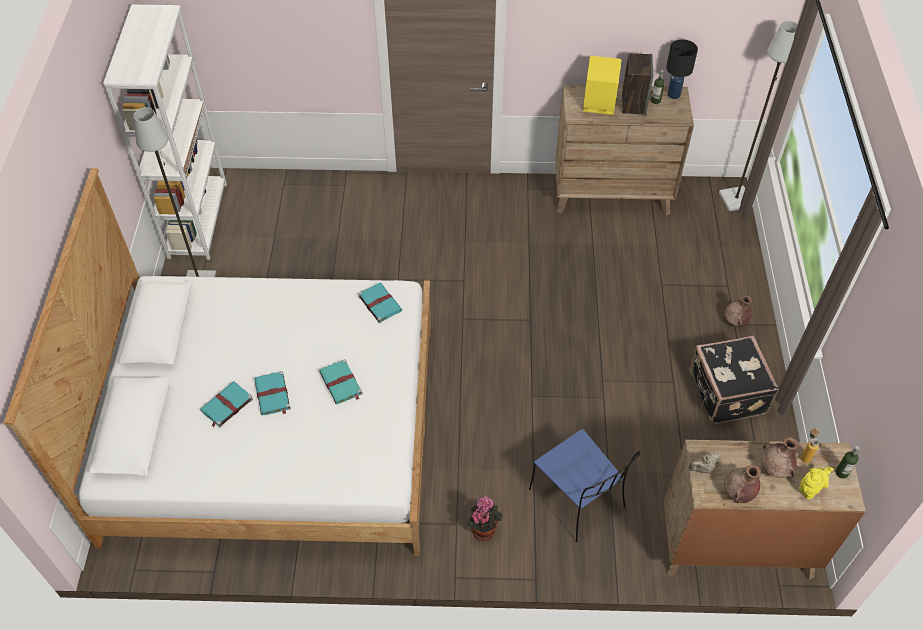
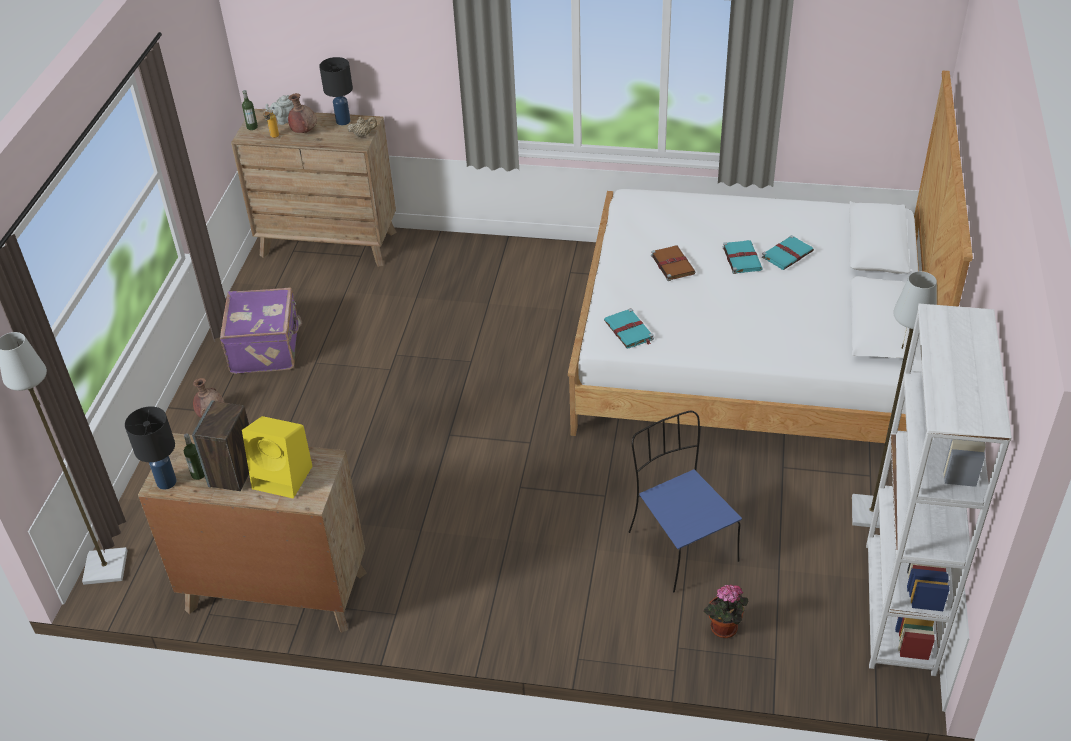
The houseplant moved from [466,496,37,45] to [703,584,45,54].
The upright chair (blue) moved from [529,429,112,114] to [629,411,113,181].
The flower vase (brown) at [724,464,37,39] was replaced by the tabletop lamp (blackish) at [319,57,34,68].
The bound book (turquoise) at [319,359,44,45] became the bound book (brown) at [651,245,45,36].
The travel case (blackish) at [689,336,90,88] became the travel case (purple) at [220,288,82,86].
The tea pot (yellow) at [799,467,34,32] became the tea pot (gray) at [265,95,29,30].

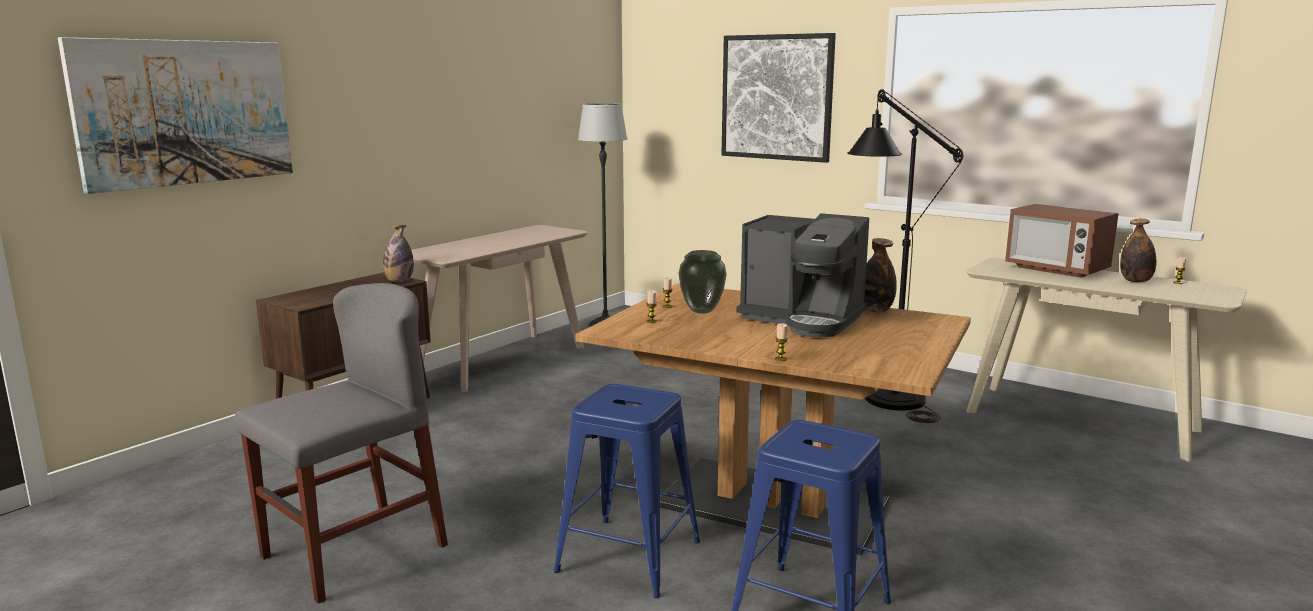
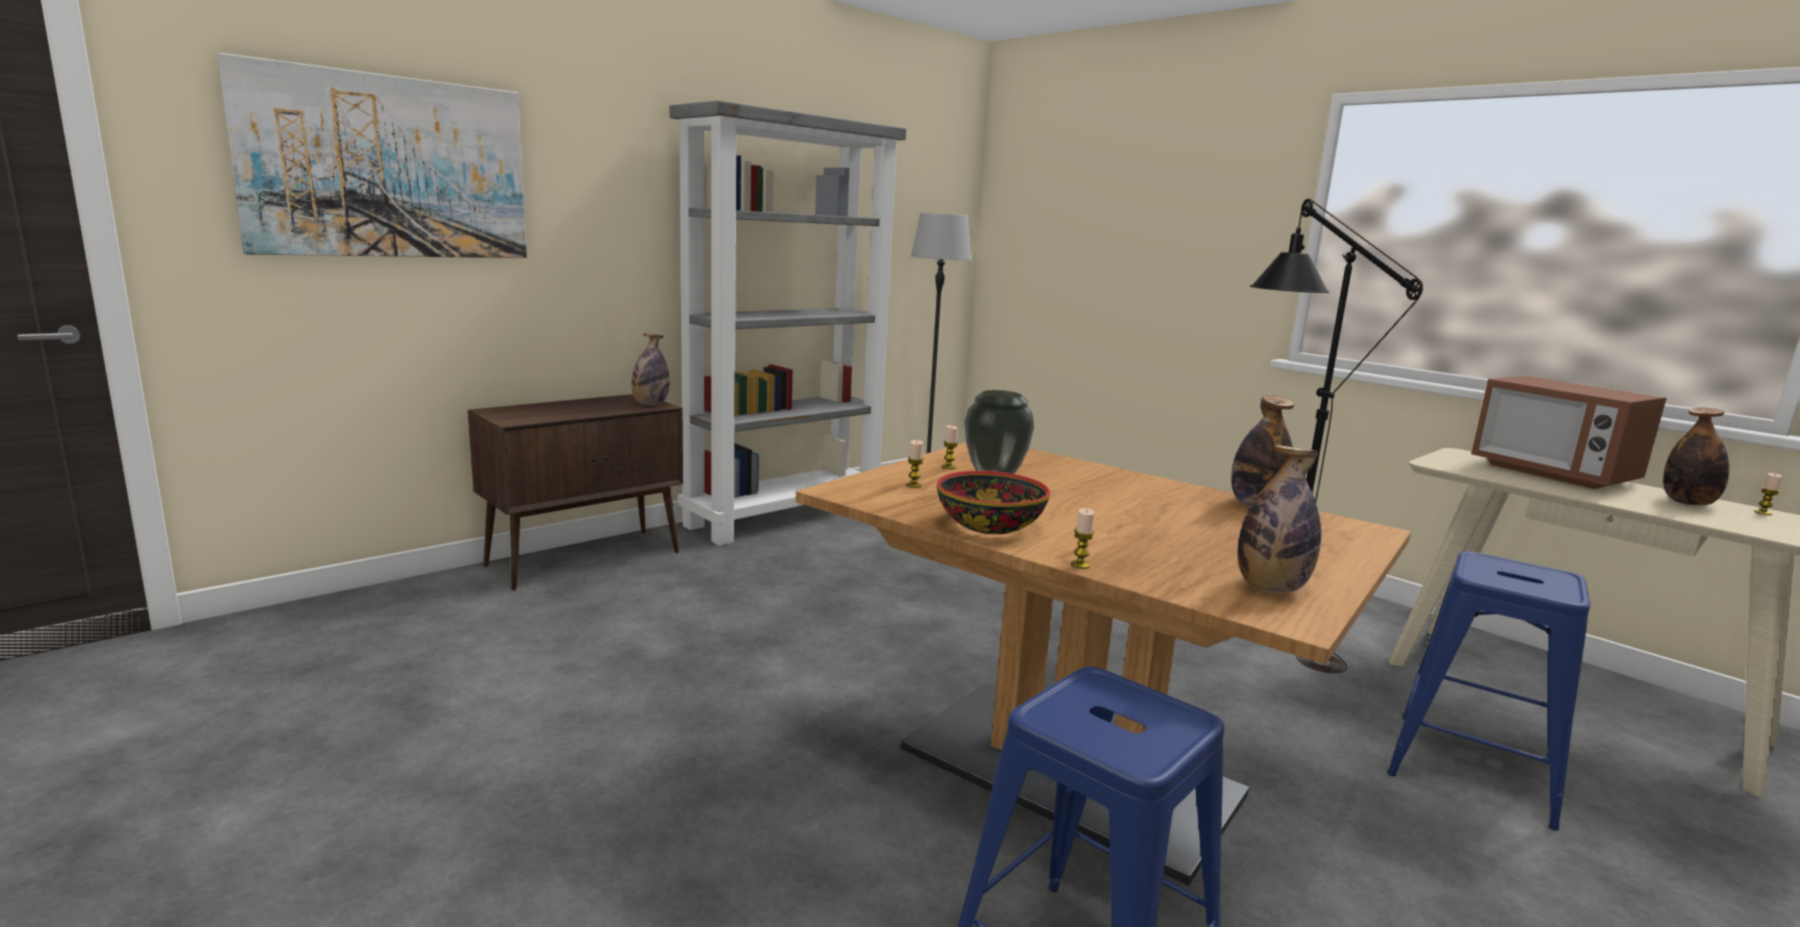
The upright chair (gray) at [234,283,214,321] disappeared.
The wall picture at [722,33,114,130] disappeared.
The coffee maker at [736,213,133,124] disappeared.
The serving bowl at [937,471,113,63] appeared.
The bottle at [1238,445,83,148] appeared.
The sitting stool (blue) moved from [554,384,146,214] to [1387,551,203,280].
The narrow table (sand-coloured) at [411,225,177,167] was replaced by the bookcase (gray) at [669,100,237,446].

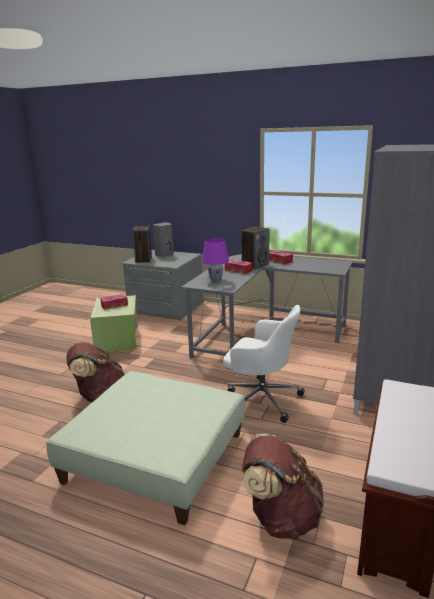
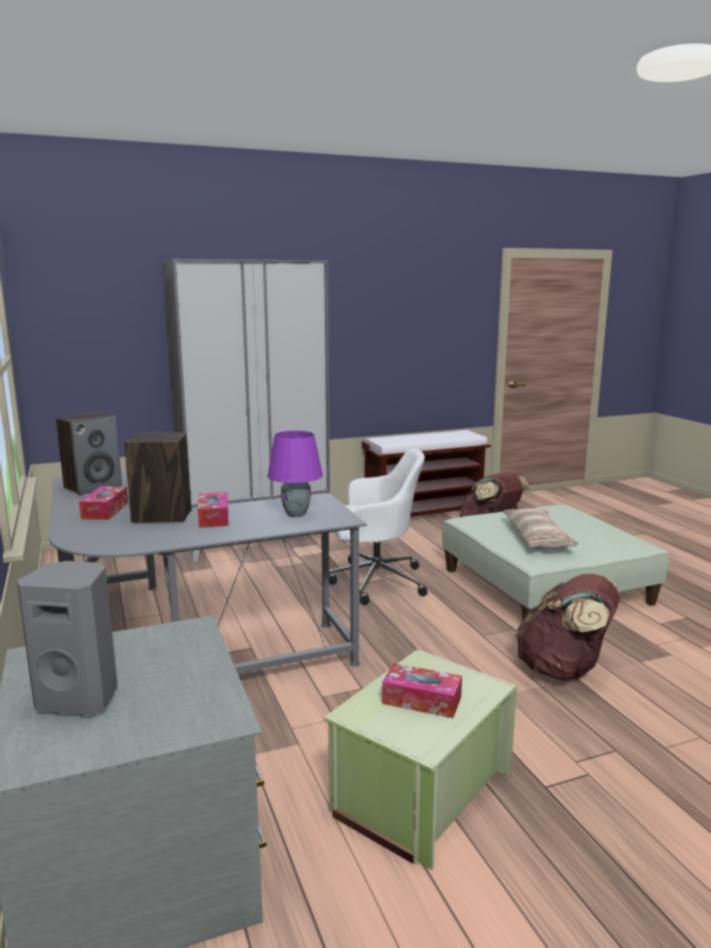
The pillow at [503,508,75,42] appeared.
The speaker moved from [132,226,20,37] to [56,412,66,83].
The desk chair (white-coloured) at [223,305,82,118] turned 105 degrees clockwise.

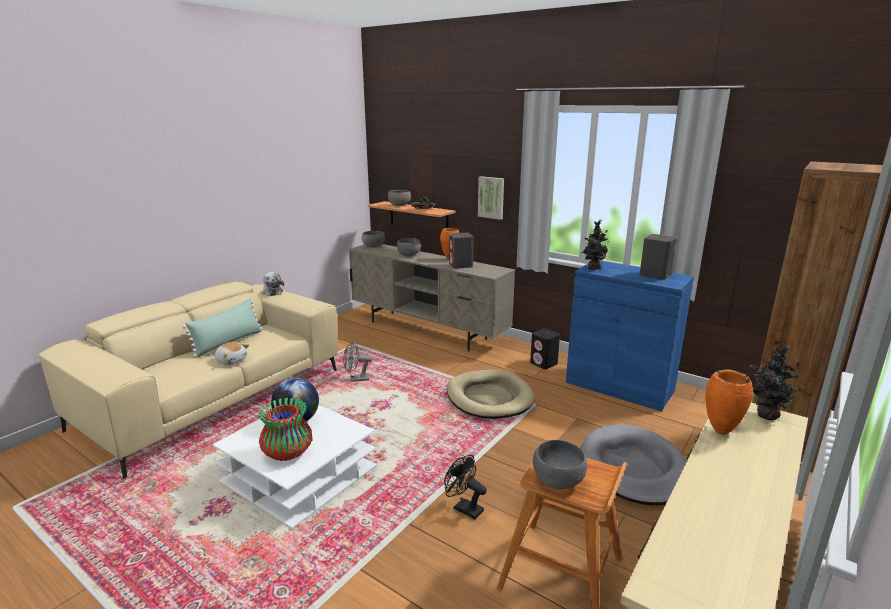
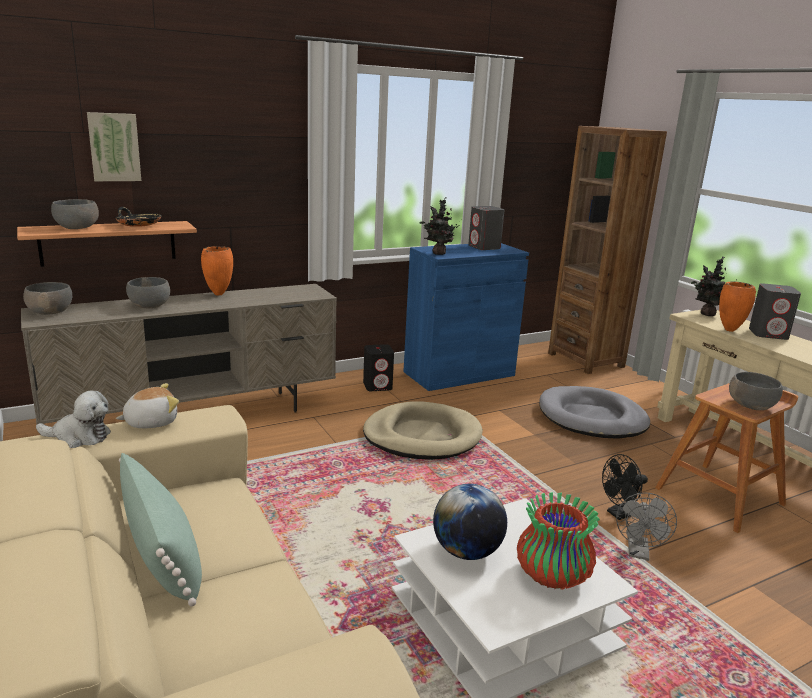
The plush toy moved from [215,342,34,23] to [116,383,63,45].
The electric fan (gray) moved from [343,342,30,40] to [616,493,61,68].
The speaker (gray) moved from [449,233,25,36] to [749,283,52,57].
The wall picture moved from [478,176,26,44] to [87,112,54,69].

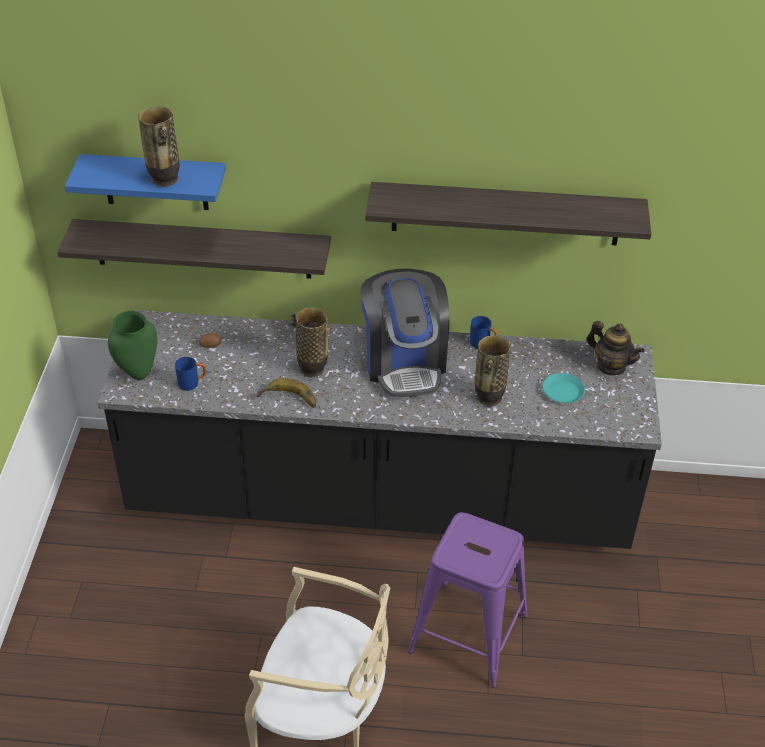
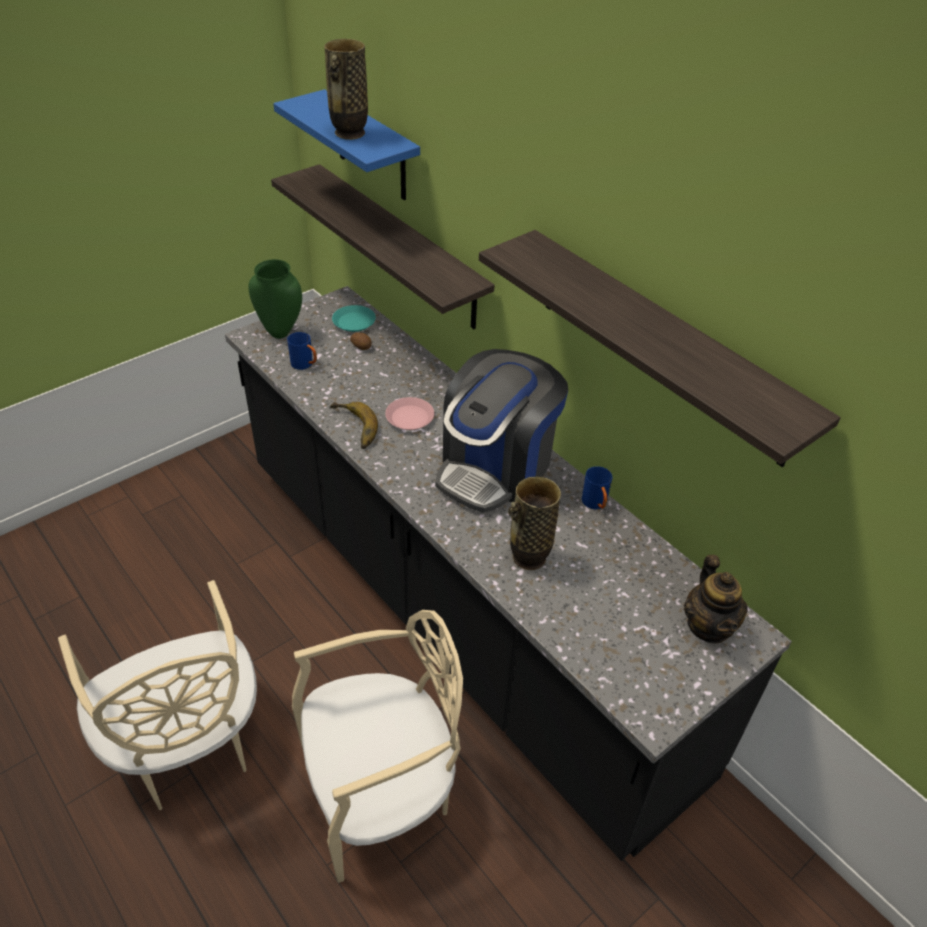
The flat dish (turquoise) moved from [543,373,42,30] to [332,305,44,27].
The flower vase at [291,307,40,70] was replaced by the flat dish (pink) at [385,397,49,33].
The sitting stool (purple) at [408,512,120,176] was replaced by the upright chair (sand-coloured) at [292,610,171,273].

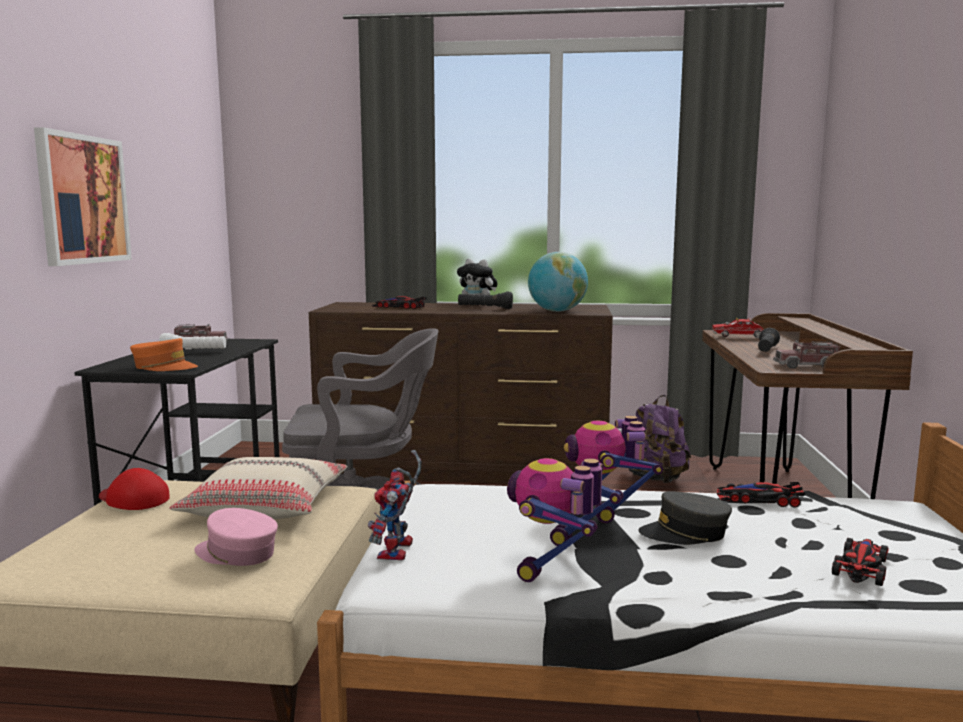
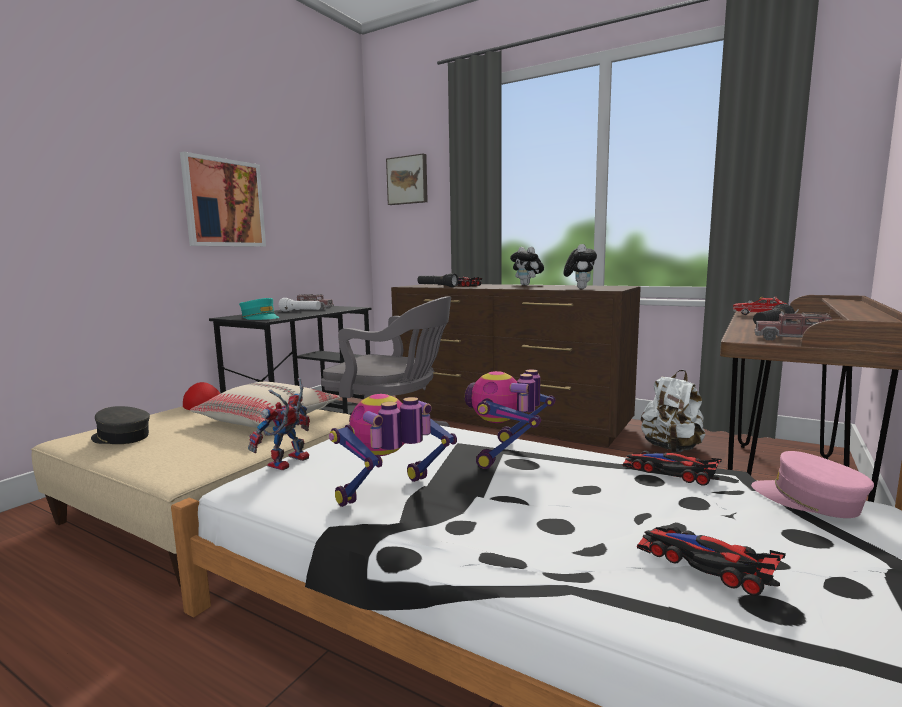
The wall picture at [386,154,42,51] appeared.
The peaked cap (pink) moved from [194,508,84,58] to [751,451,123,67].
The torch (blackish) moved from [458,292,55,17] to [417,273,41,14].
The peaked cap (gray) moved from [639,491,93,54] to [91,406,59,38].
The world globe at [528,252,60,60] was replaced by the plush toy at [564,244,33,45].
The peaked cap (orange-coloured) at [130,338,68,33] became the peaked cap (turquoise) at [239,298,41,22].
The rucksack (purple) at [629,395,62,88] became the rucksack (white-coloured) at [641,370,64,82].
The toy car at [832,538,57,48] turned 105 degrees counterclockwise.

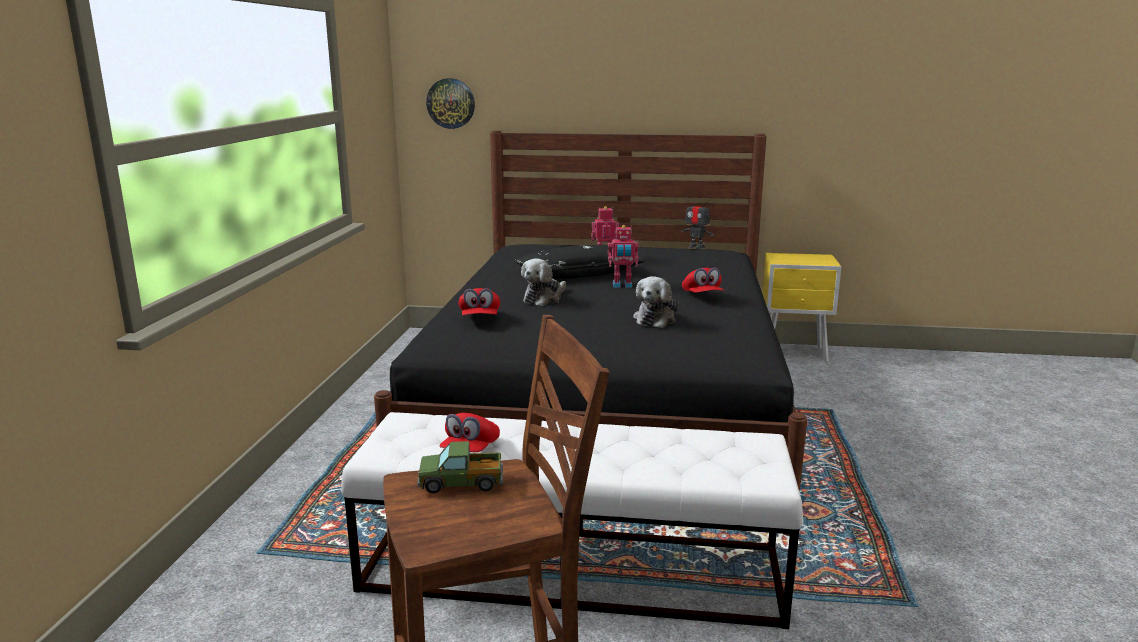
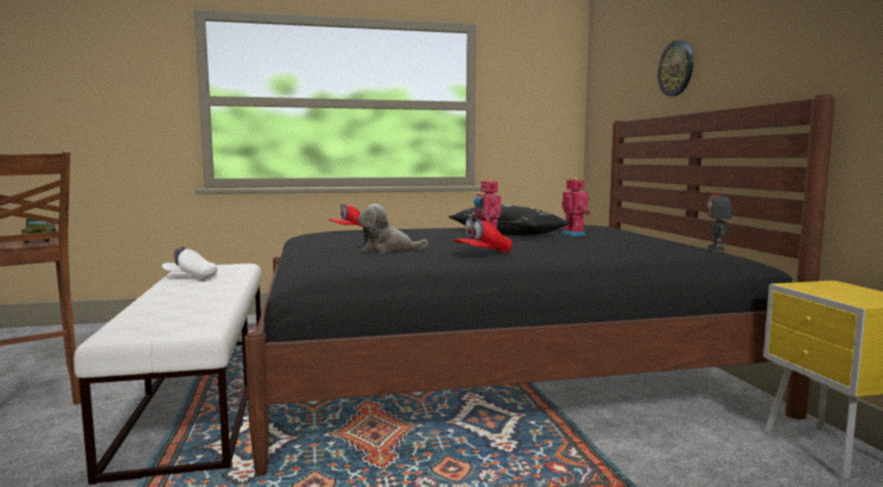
The plush toy at [521,258,45,48] disappeared.
The hanging clock moved from [426,78,49,51] to [658,41,35,55].
The peaked cap (reddish) at [439,413,61,39] became the peaked cap (white-coloured) at [162,247,55,31].

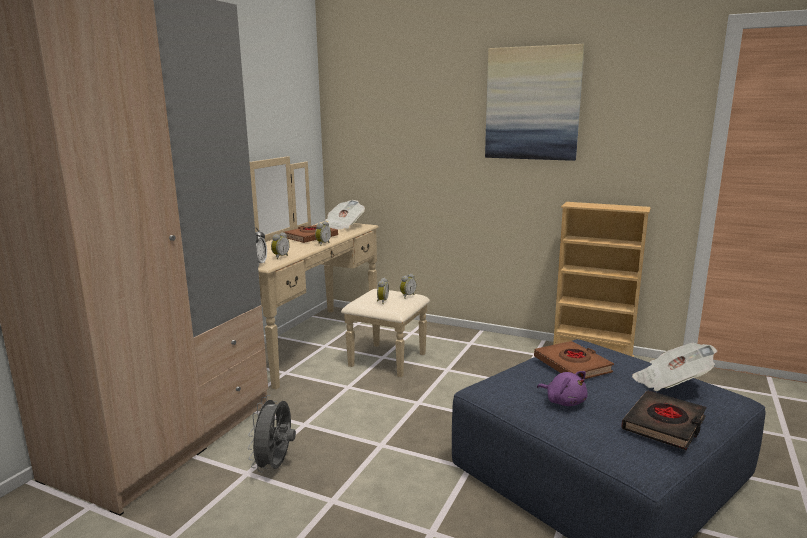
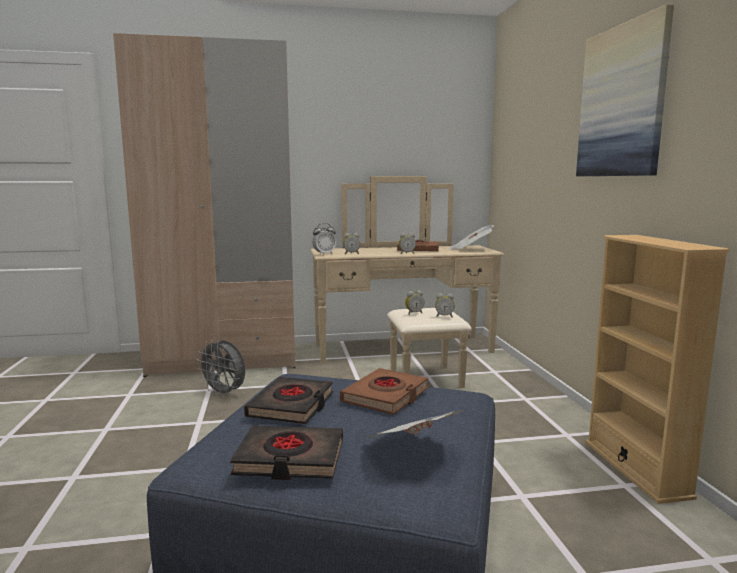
The plush toy (purple) at [537,371,51,35] was replaced by the bound book (blackish) at [244,377,89,47].
The electric fan (gray) at [247,395,49,77] turned 120 degrees counterclockwise.

